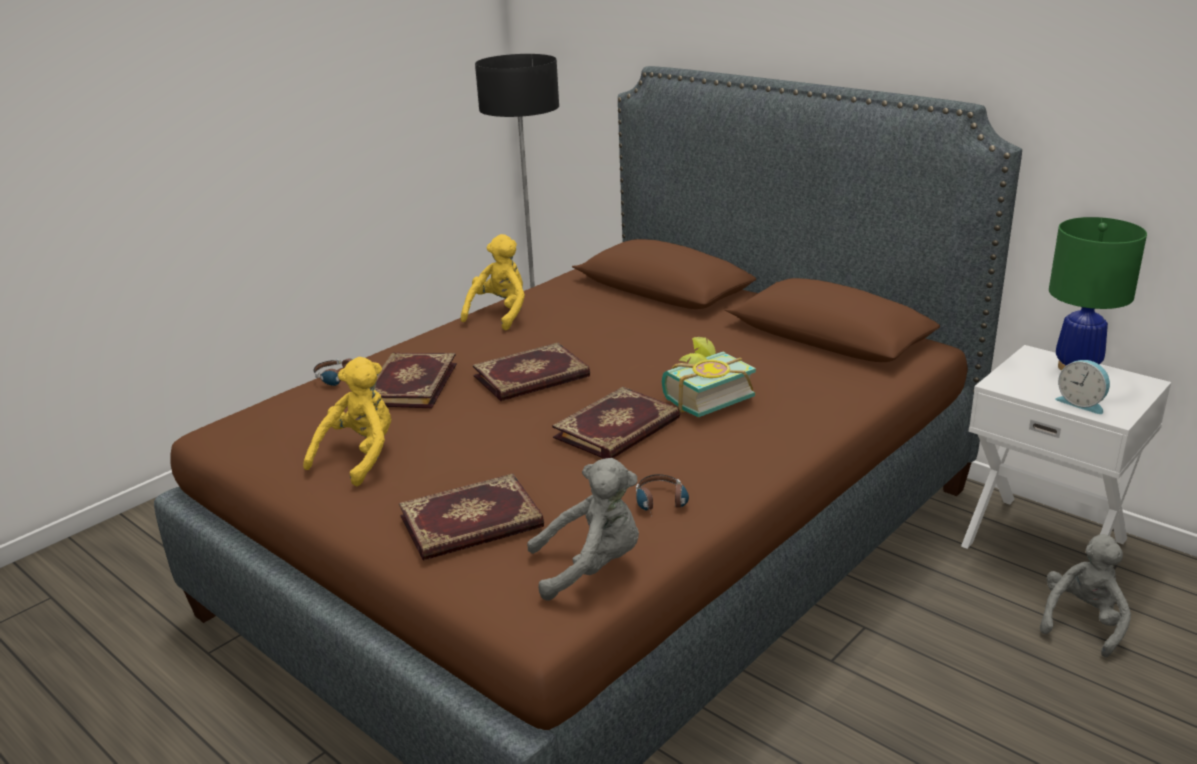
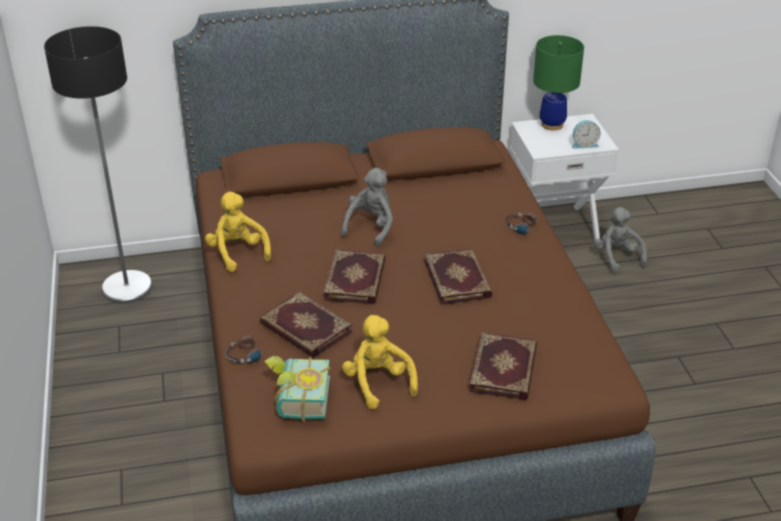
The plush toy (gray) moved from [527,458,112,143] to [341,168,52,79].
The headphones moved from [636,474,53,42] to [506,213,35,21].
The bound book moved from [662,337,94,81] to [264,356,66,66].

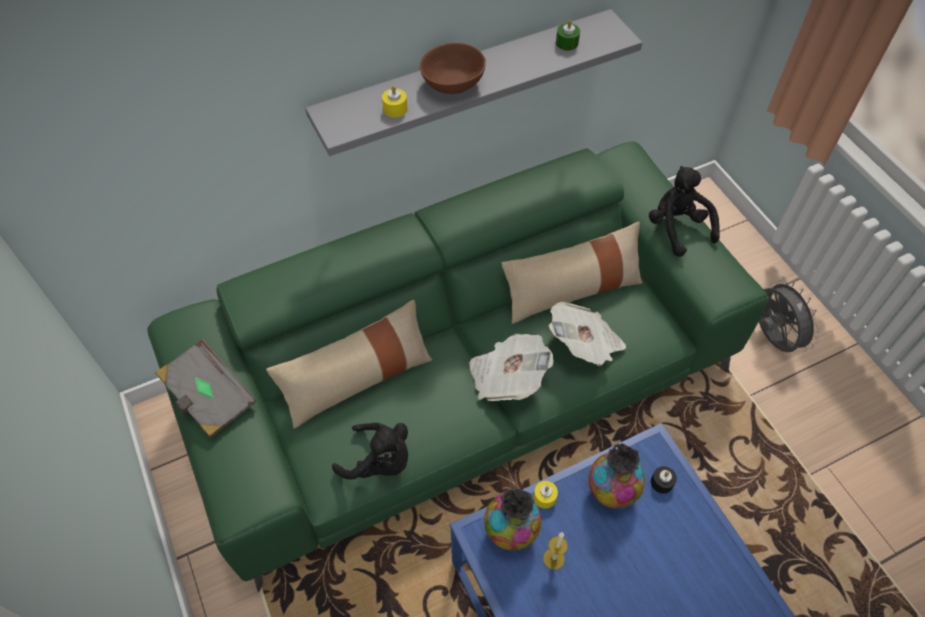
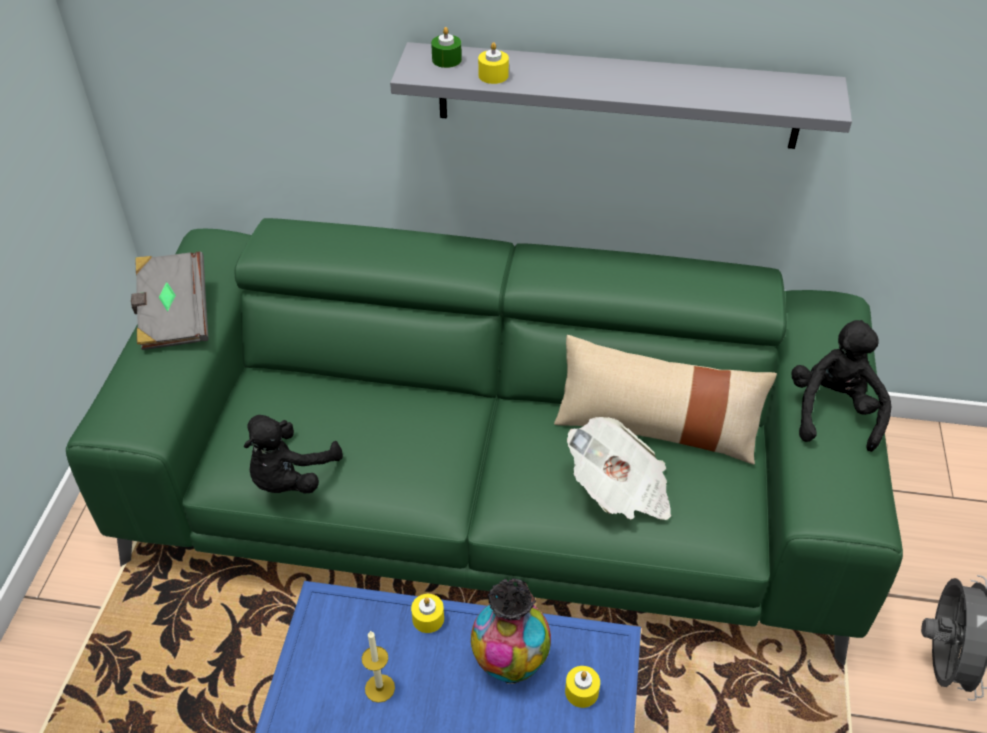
The pillow (sand-coloured) at [266,300,166,129] disappeared.
The serving bowl (brown) at [420,43,66,51] disappeared.
The printed paper at [469,334,85,67] disappeared.
The flower vase at [484,487,57,64] disappeared.
The wax candle (greenish) moved from [556,20,24,31] to [431,27,31,41].
The wax candle (blackish) at [651,466,26,28] became the wax candle (yellow) at [565,666,35,42].
The plush toy (blackish) at [332,423,76,56] turned 60 degrees clockwise.

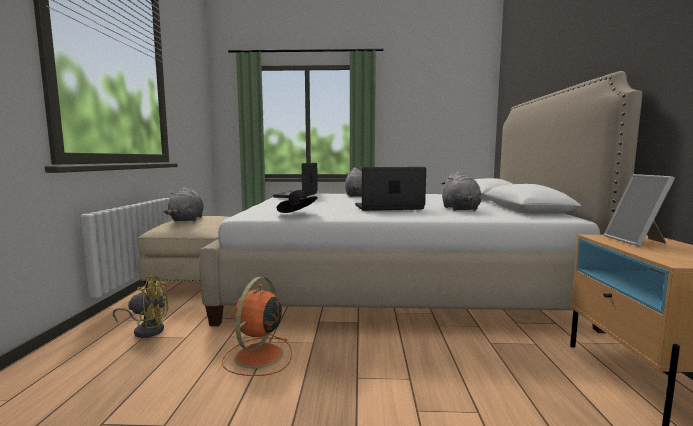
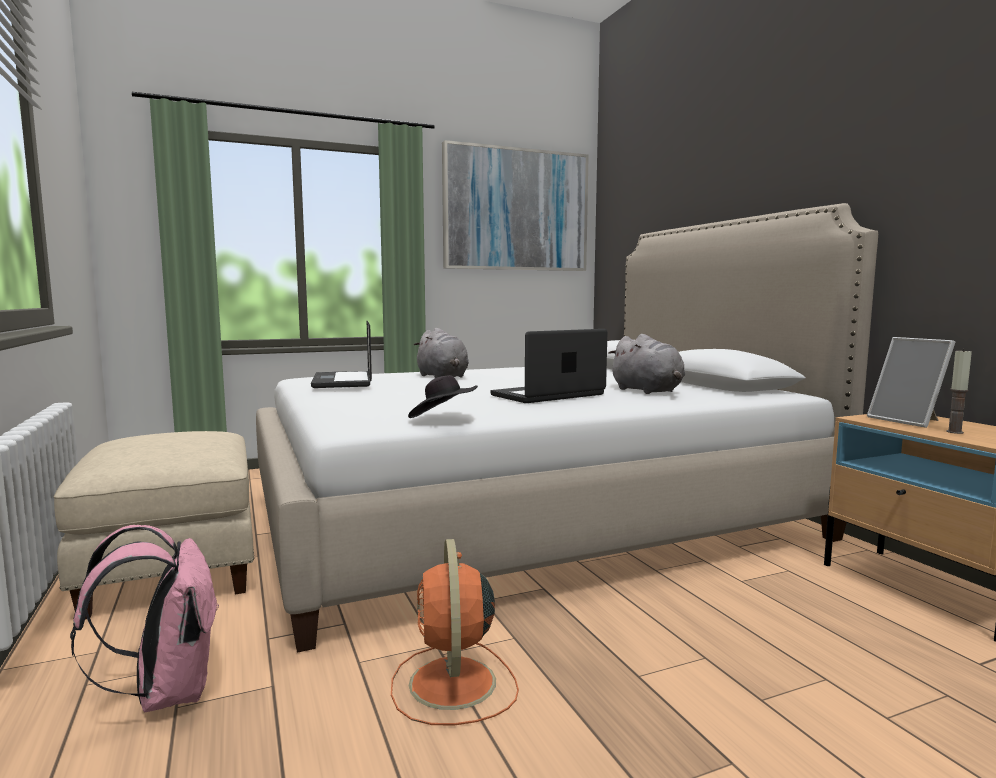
The plush toy (gray) at [164,187,40,35] disappeared.
The wall picture at [442,140,147,131] appeared.
The wax candle at [946,349,26,85] appeared.
The electric fan (yellow) at [113,276,55,62] was replaced by the rucksack (pink) at [70,525,149,188].

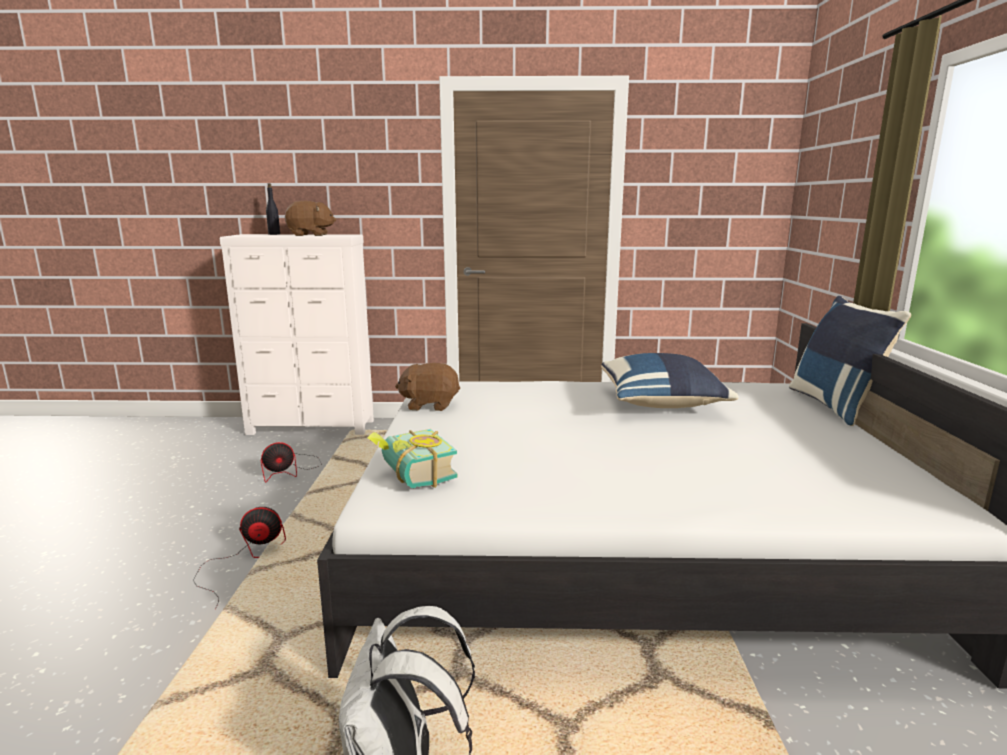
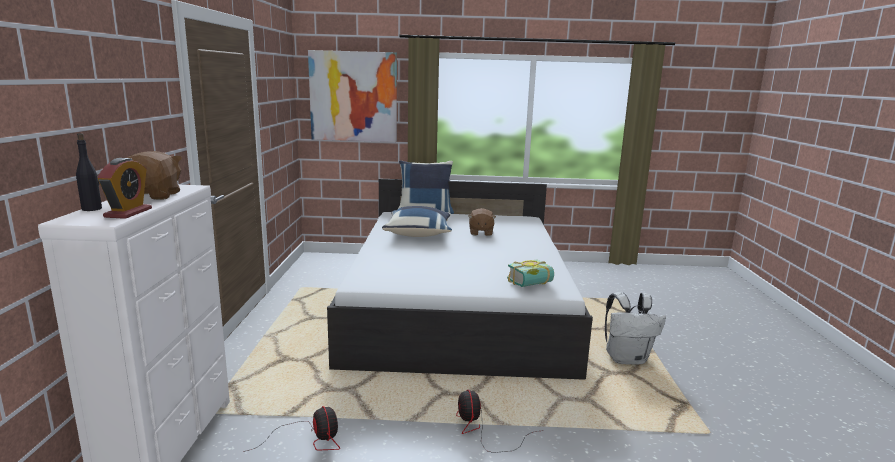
The alarm clock at [97,158,55,61] appeared.
The wall picture at [308,50,89,92] appeared.
The plush toy (brown) moved from [395,363,65,48] to [469,208,27,28].

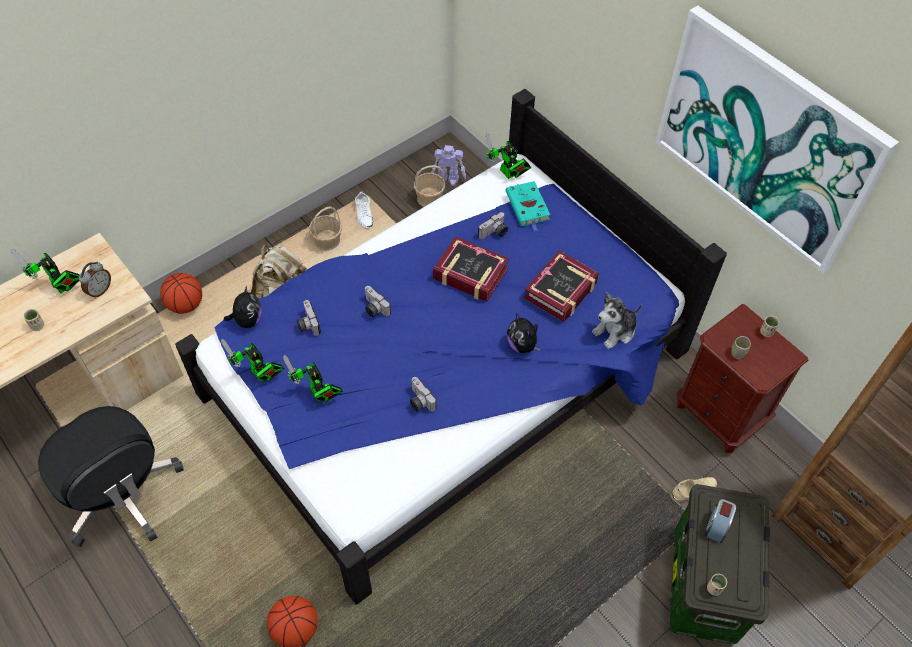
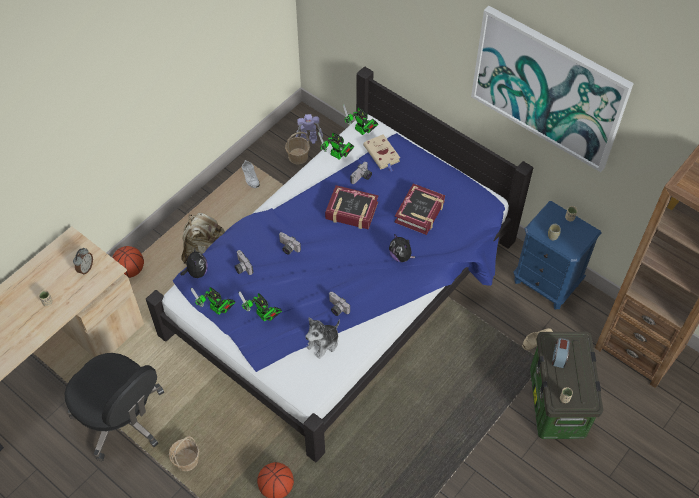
The toy robot moved from [11,249,69,44] to [318,132,36,28].
The household basket moved from [309,206,33,45] to [169,436,30,35].
The plush toy moved from [592,292,50,57] to [306,318,34,41].
The bound book (turquoise) at [505,181,45,51] became the bound book (sand-coloured) at [363,134,37,38].
The nightstand (brown) at [677,304,131,149] became the nightstand (blue) at [513,201,88,108].

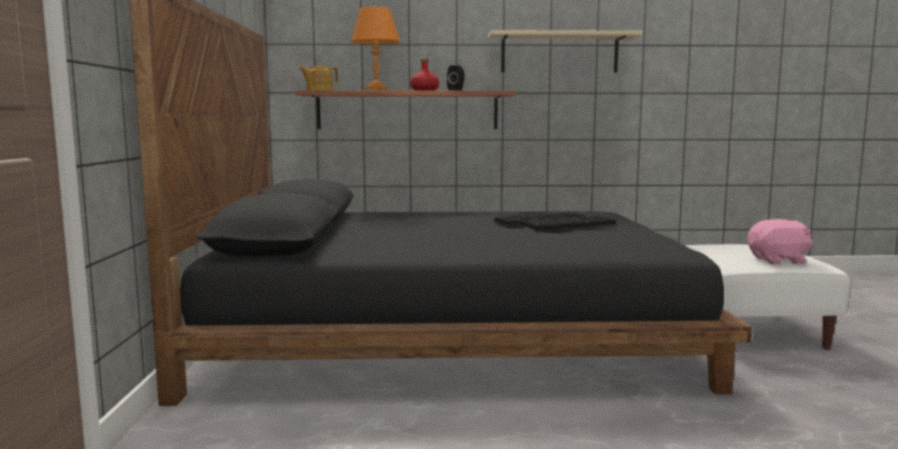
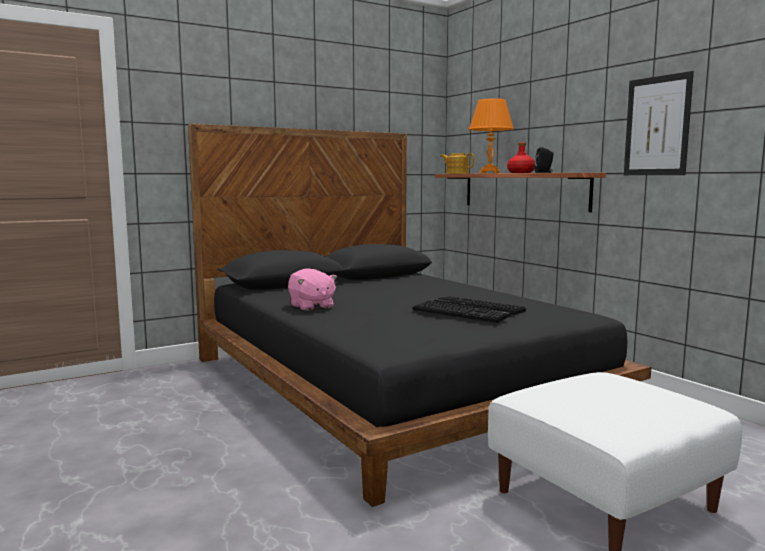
The plush toy (pink) moved from [748,219,65,45] to [288,268,49,43].
The wall shelf (sand-coloured) at [488,30,155,43] was replaced by the wall picture at [624,71,70,104].

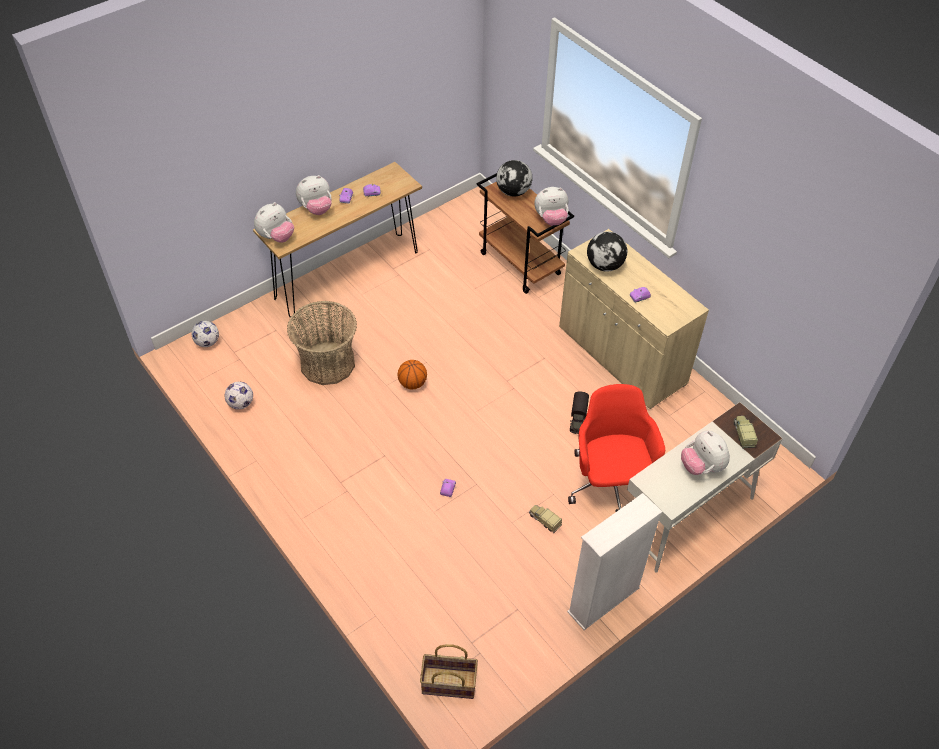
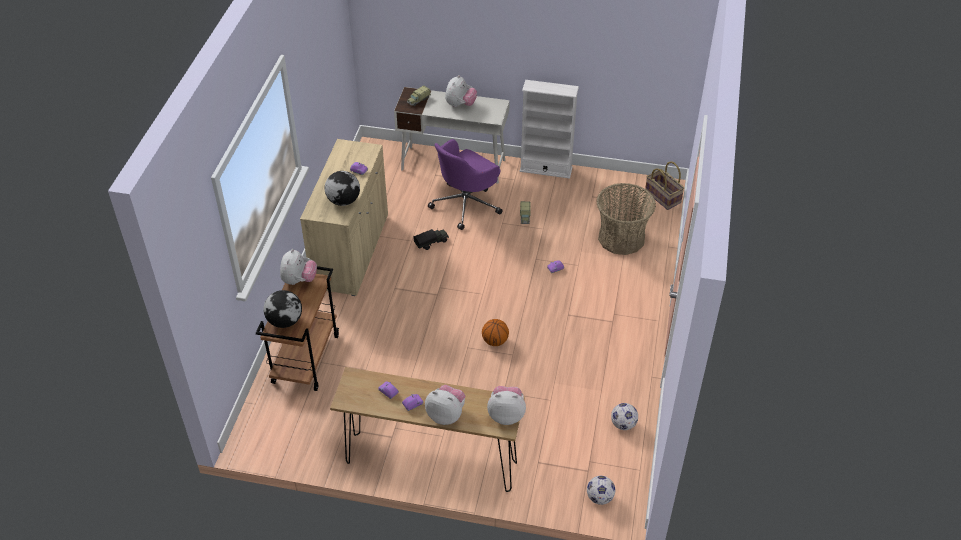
The household basket moved from [287,301,70,84] to [597,183,59,72].
The desk chair (reddish) at [568,384,97,128] became the desk chair (purple) at [428,139,75,91].
The plush toy at [534,187,35,39] turned 60 degrees clockwise.

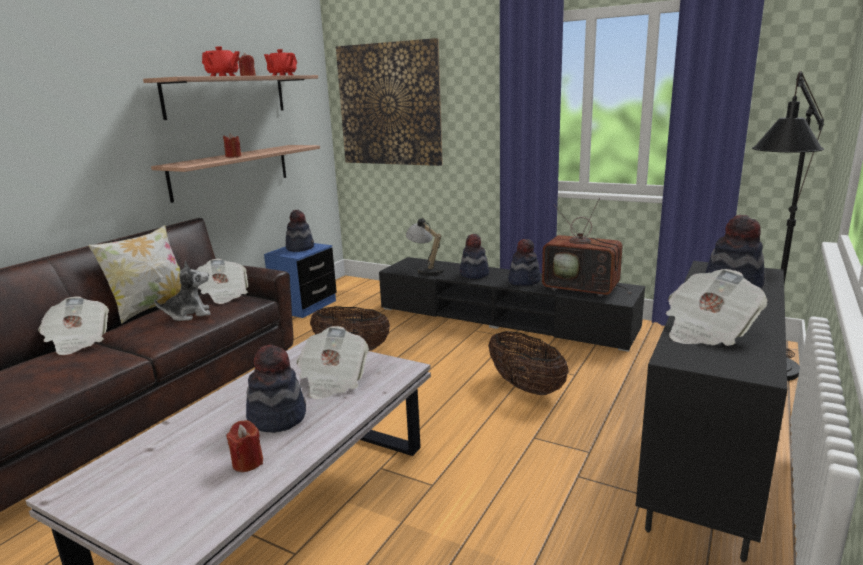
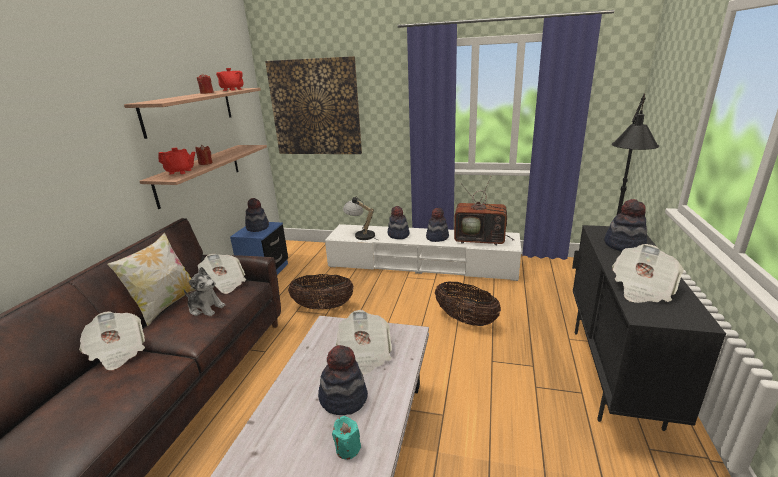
The tea pot (reddish) moved from [202,46,38,30] to [158,148,37,26].
The wax candle (reddish) at [226,420,37,52] became the wax candle (turquoise) at [332,416,29,43].
The media console (blackish) at [379,257,266,95] became the media console (white-coloured) at [325,224,196,57].
The plush toy at [154,260,56,61] turned 60 degrees clockwise.

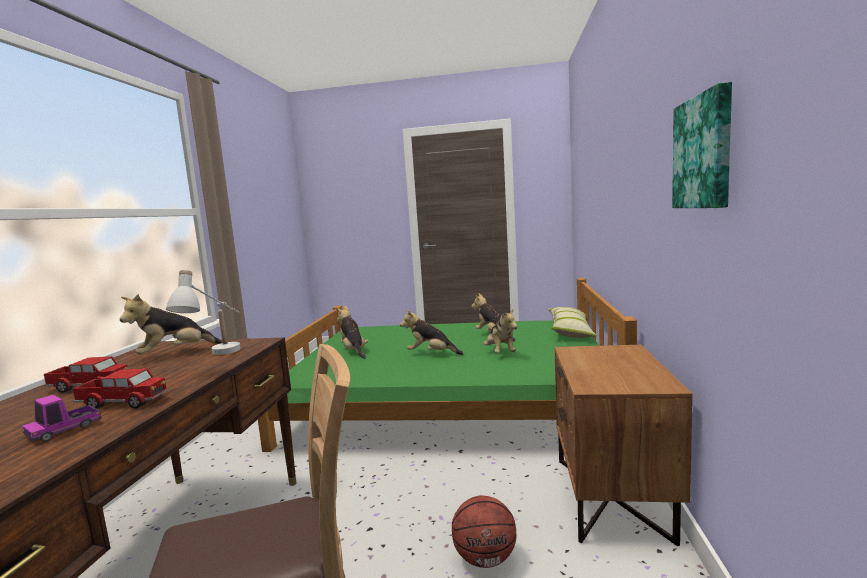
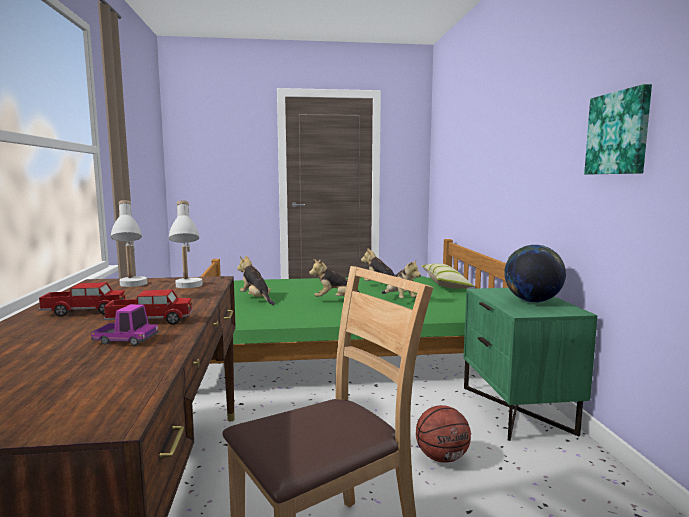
The world globe at [504,245,62,57] appeared.
The plush toy at [120,294,102,60] was replaced by the tabletop lamp (white-coloured) at [111,200,36,87].
The nightstand (brown) at [555,345,138,201] became the nightstand (greenish) at [463,288,134,153].
The toy lorry at [22,395,80,47] turned 105 degrees counterclockwise.

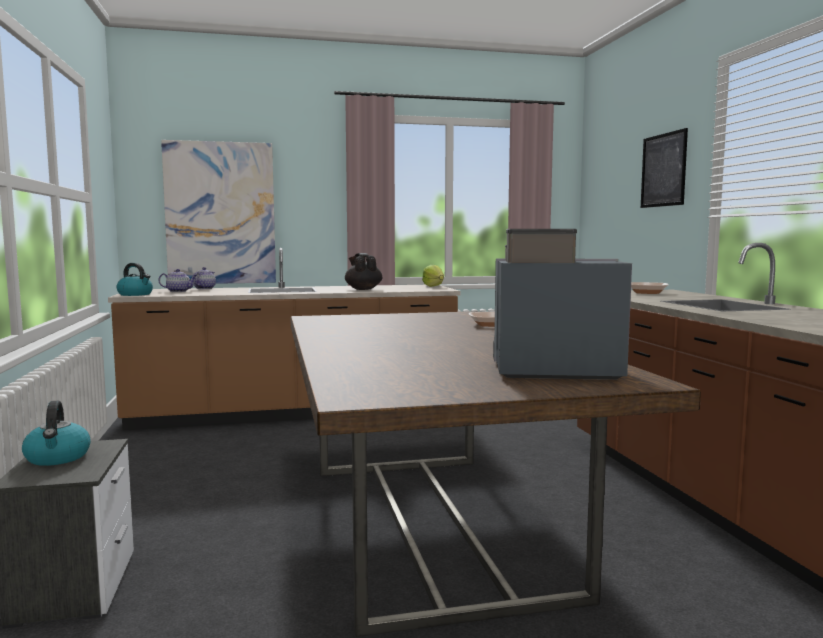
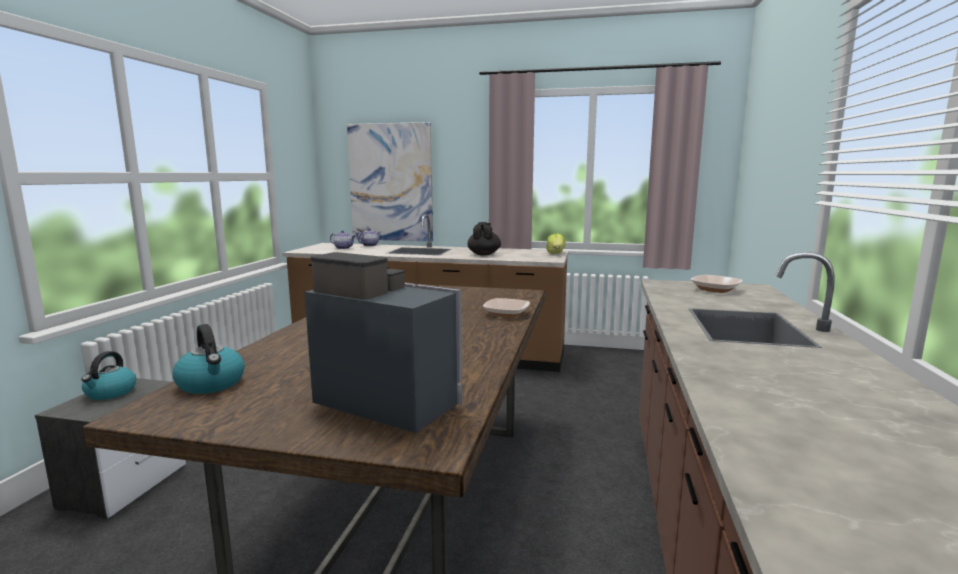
The wall picture at [641,128,47,80] disappeared.
The tea kettle moved from [116,263,37,33] to [172,324,73,70].

